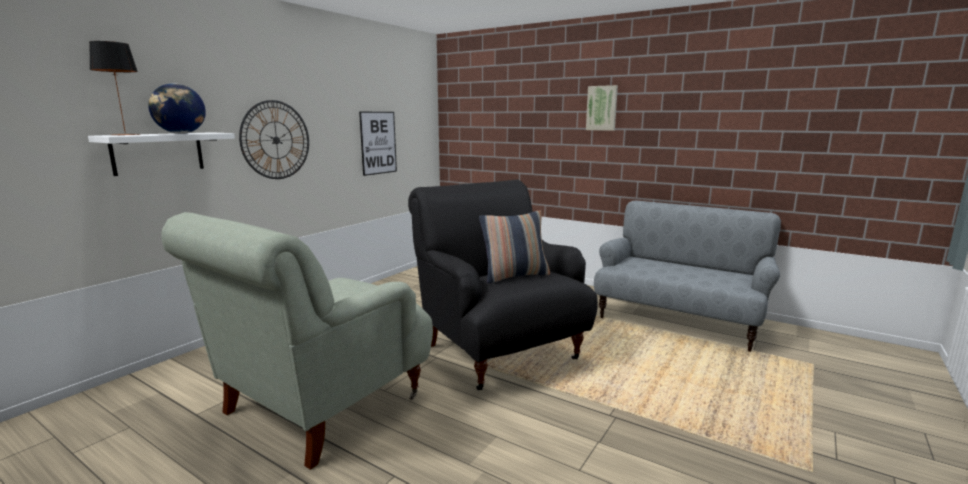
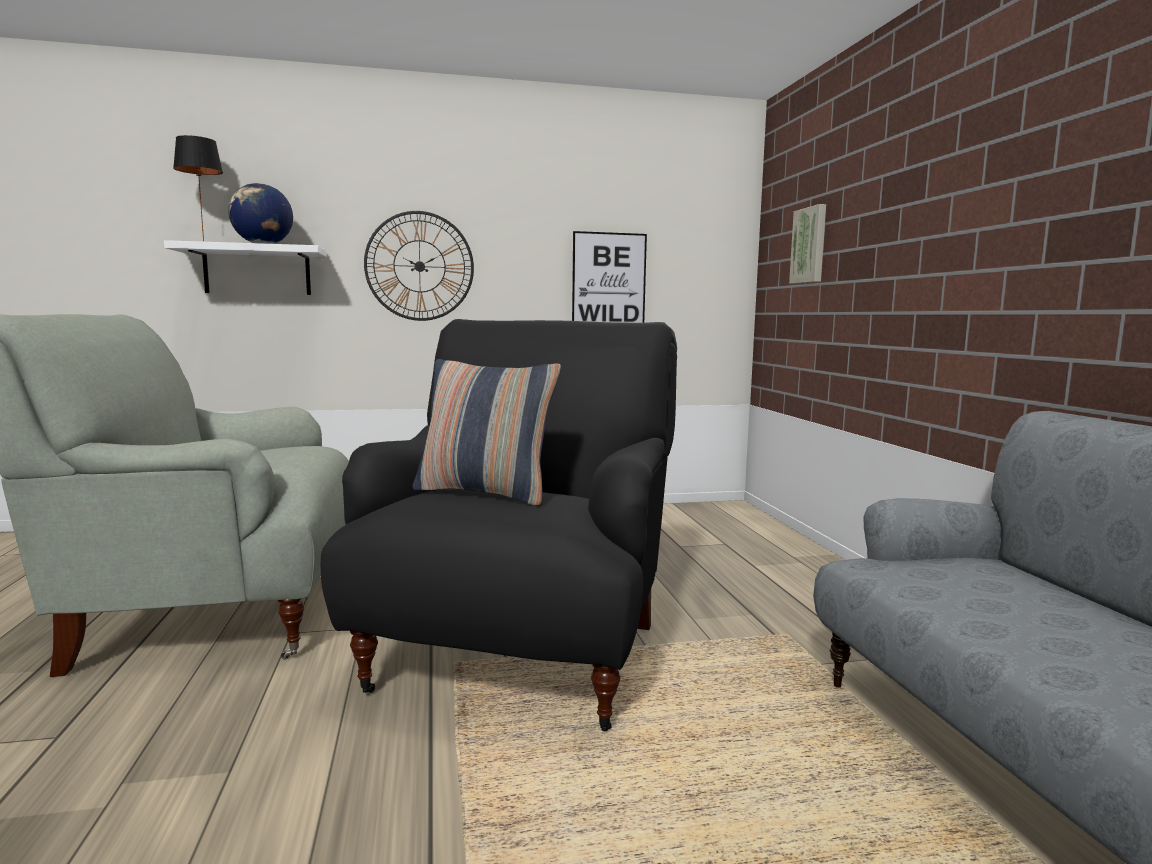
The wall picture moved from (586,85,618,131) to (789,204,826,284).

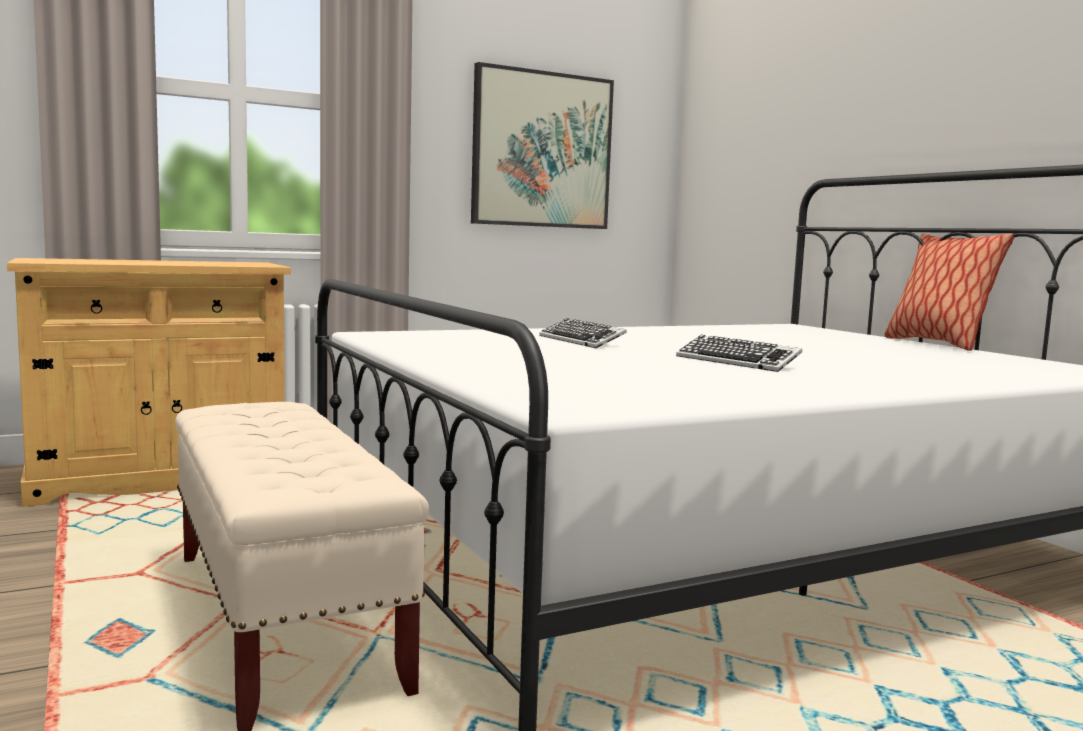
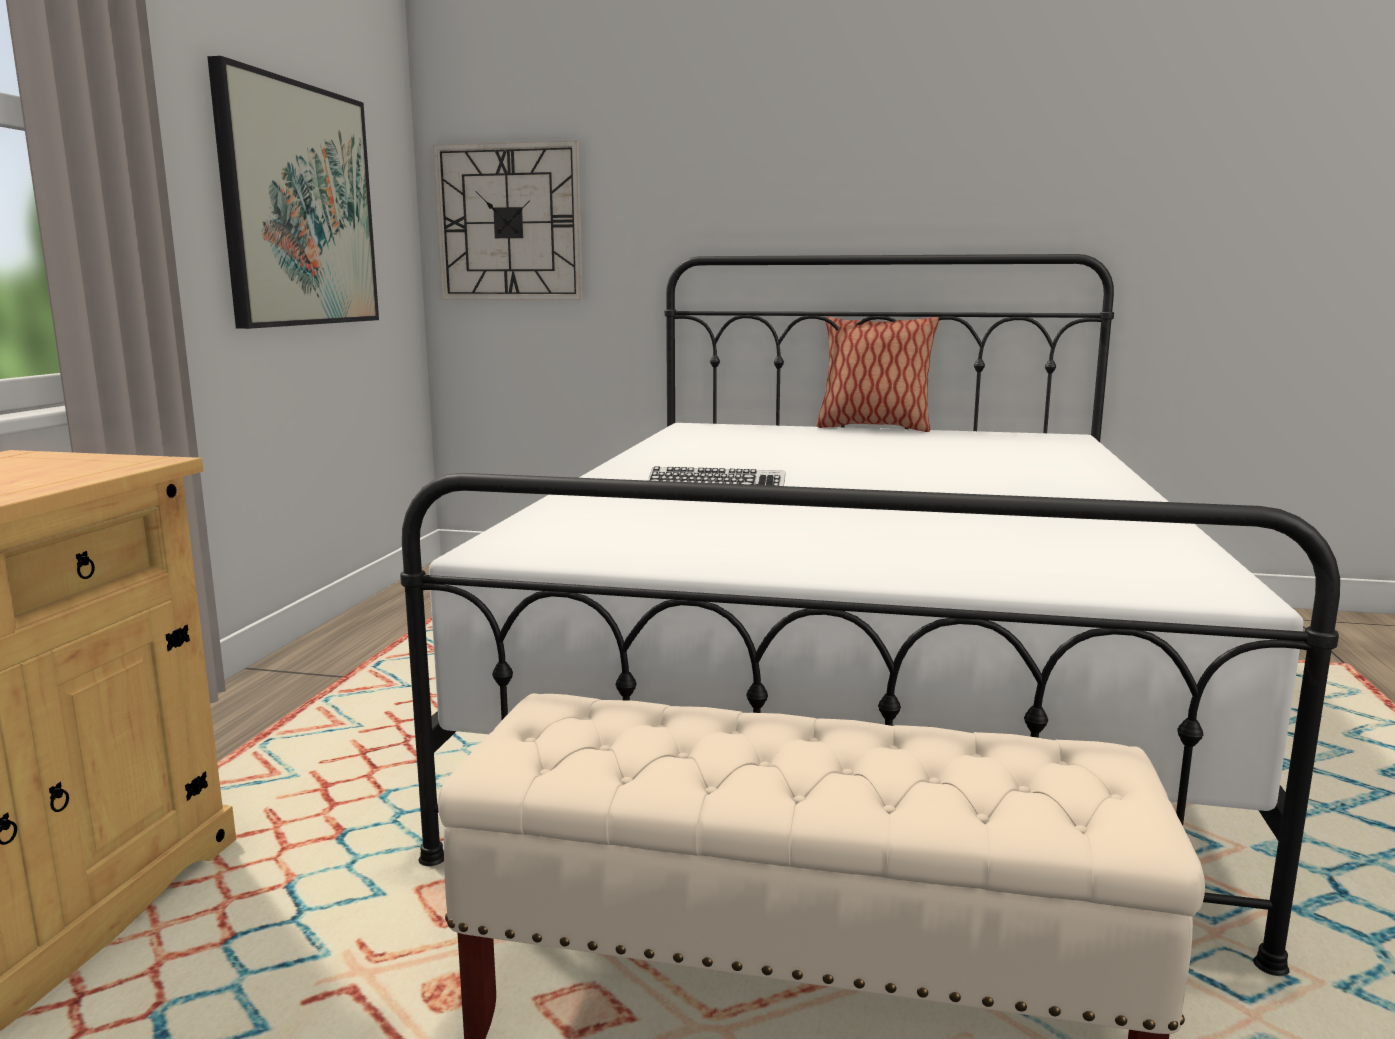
The keyboard at (676,335,802,372) disappeared. The clock on the wall at (433,141,583,300) appeared.

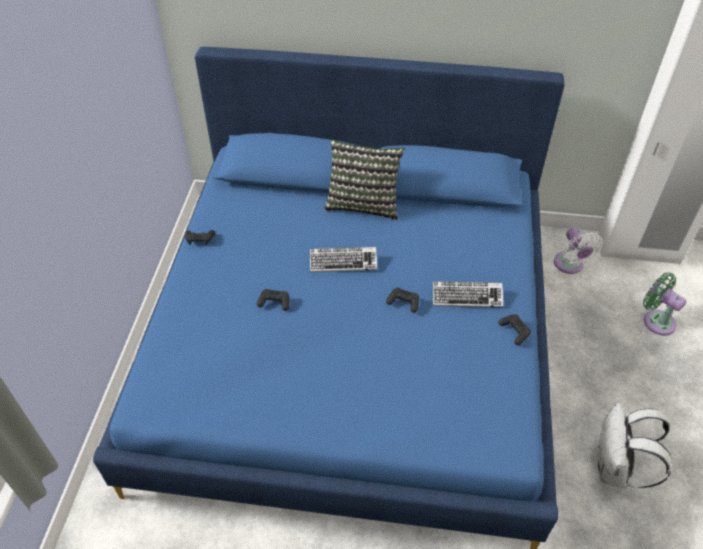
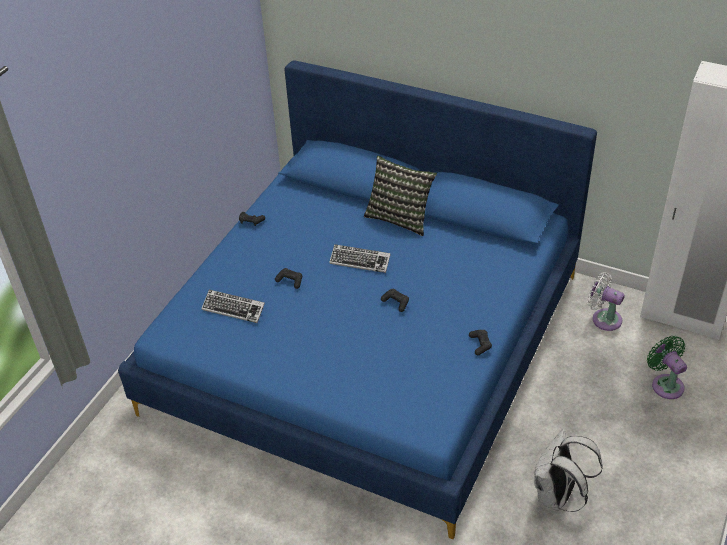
The keyboard moved from (433,281,503,308) to (201,290,265,323). The white fan at (554,228,603,274) turned 120 degrees clockwise.

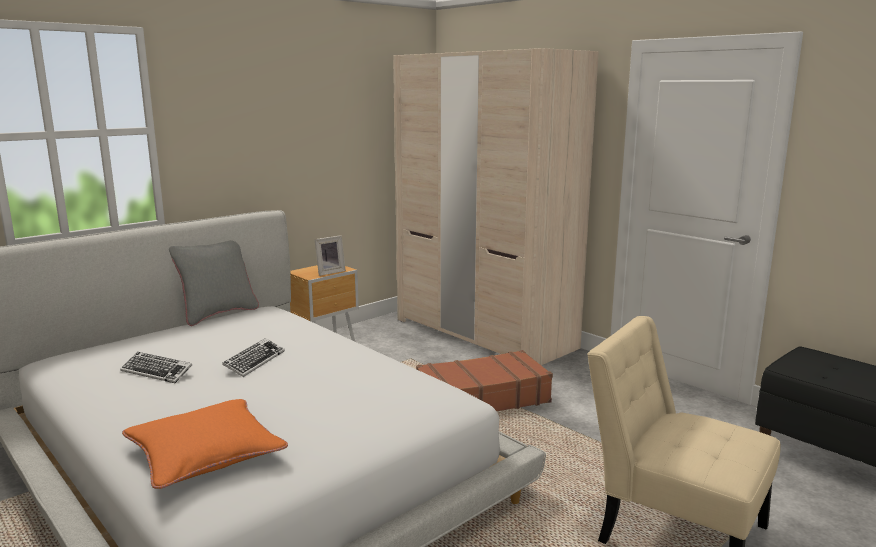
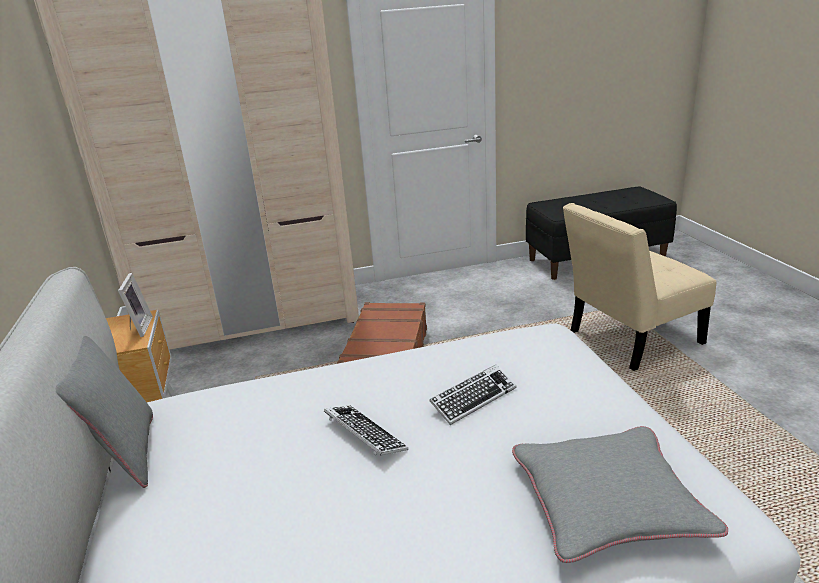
The keyboard moved from (120,352,192,383) to (430,365,516,425). The orange-coloured throw pillow at (122,399,288,489) became the grey throw pillow at (512,426,728,563).

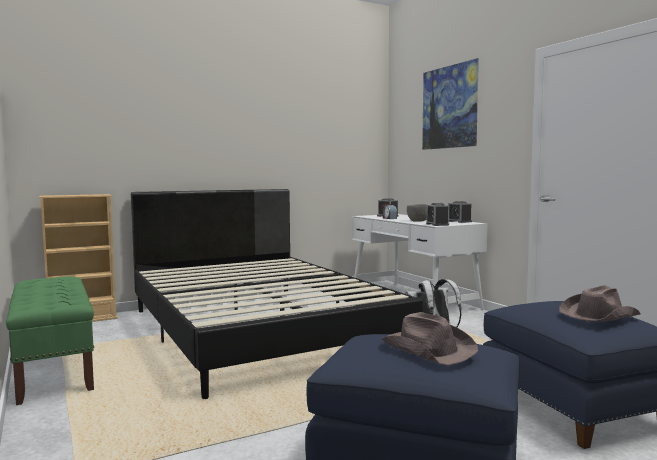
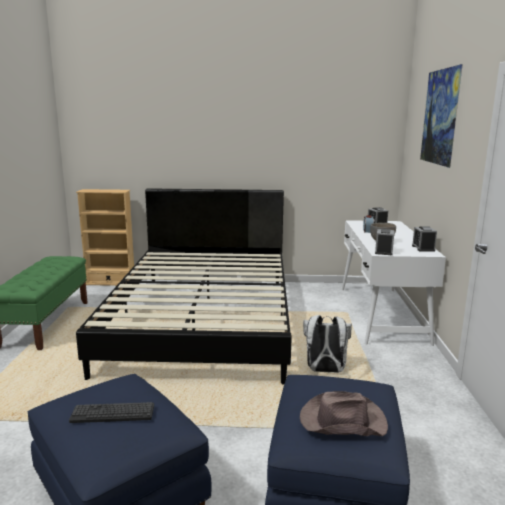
The brown wearable hat at (382,312,478,365) was replaced by the keyboard at (69,402,154,423).

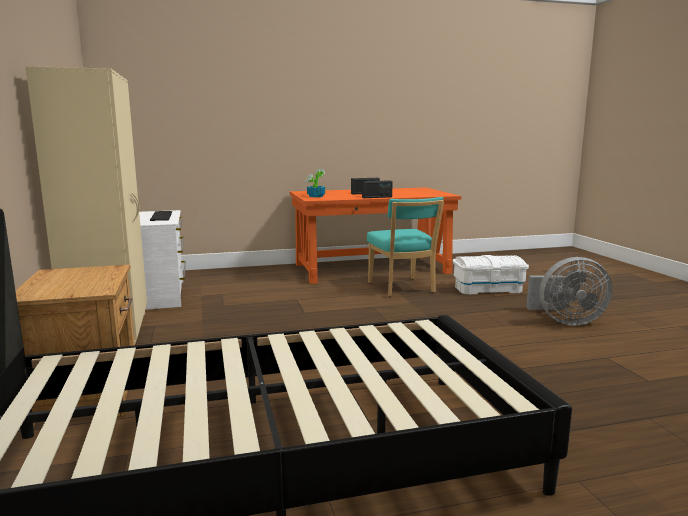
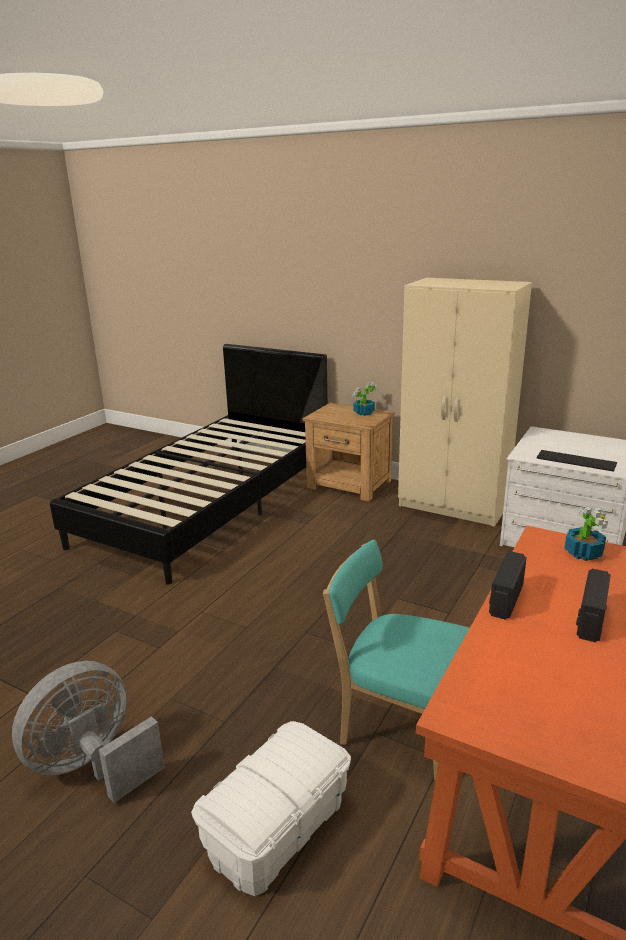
The potted plant at (352,382,378,416) appeared.

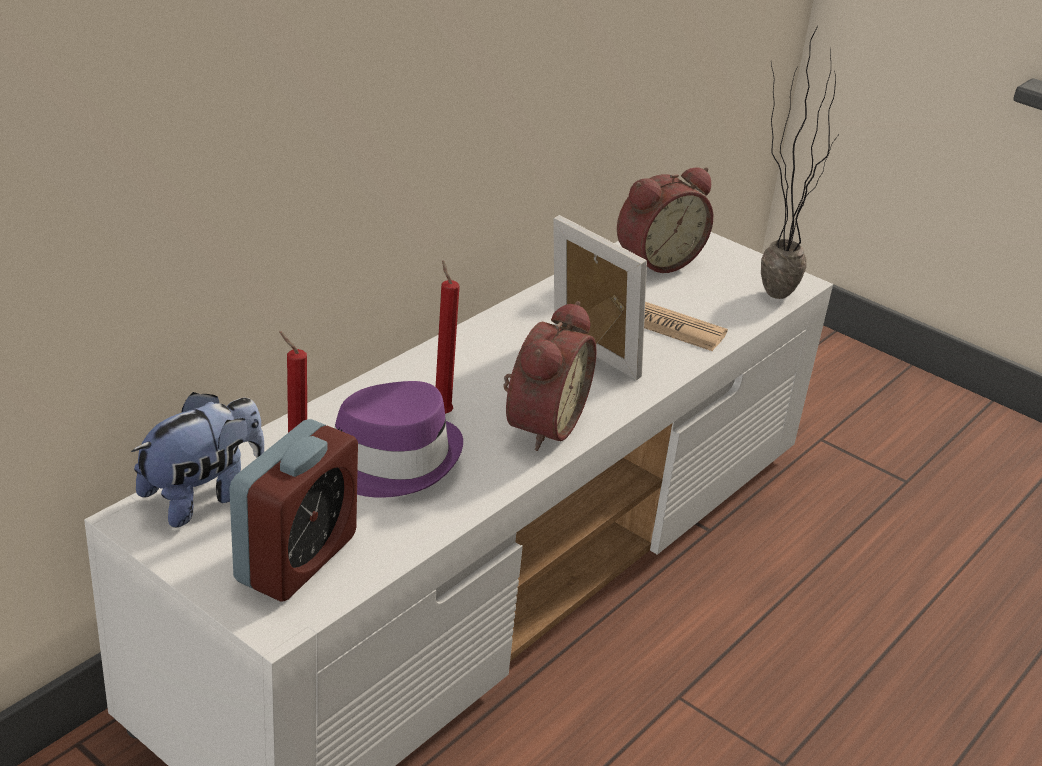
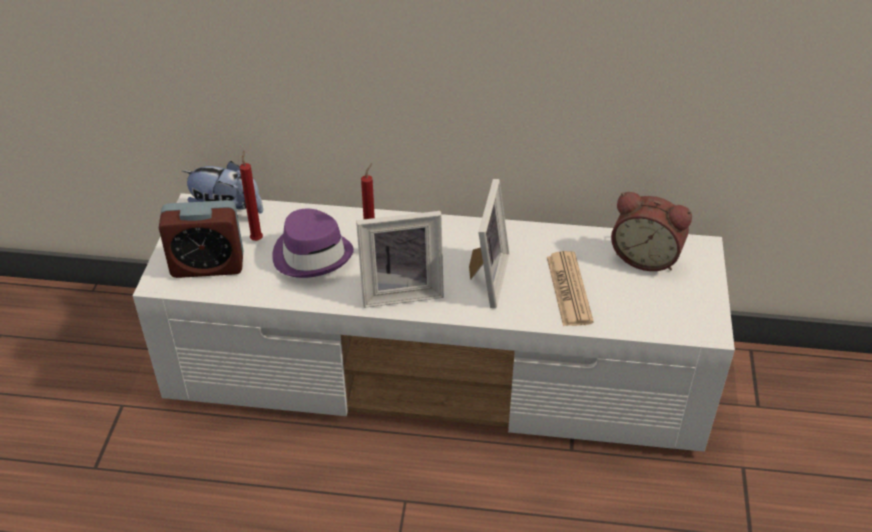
The alarm clock at (503,301,596,451) was replaced by the photo frame at (356,211,444,308). The potted plant at (761,26,838,299) disappeared.

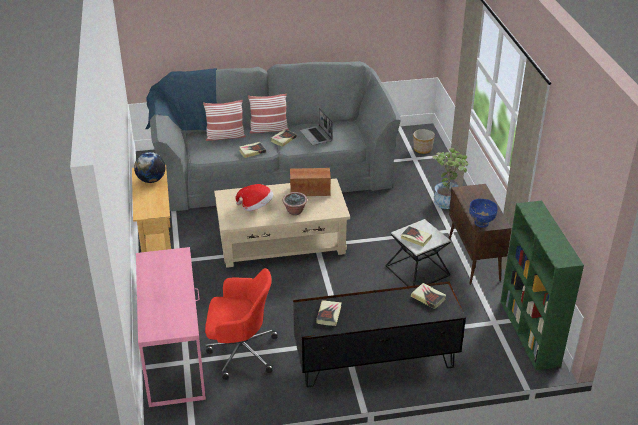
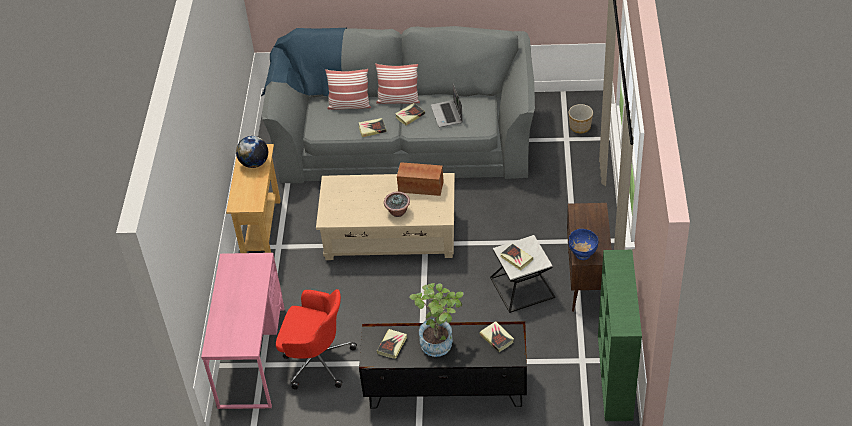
The wearable hat at (235,184,273,211) disappeared. The potted plant moved from (432,148,469,209) to (409,283,463,357).

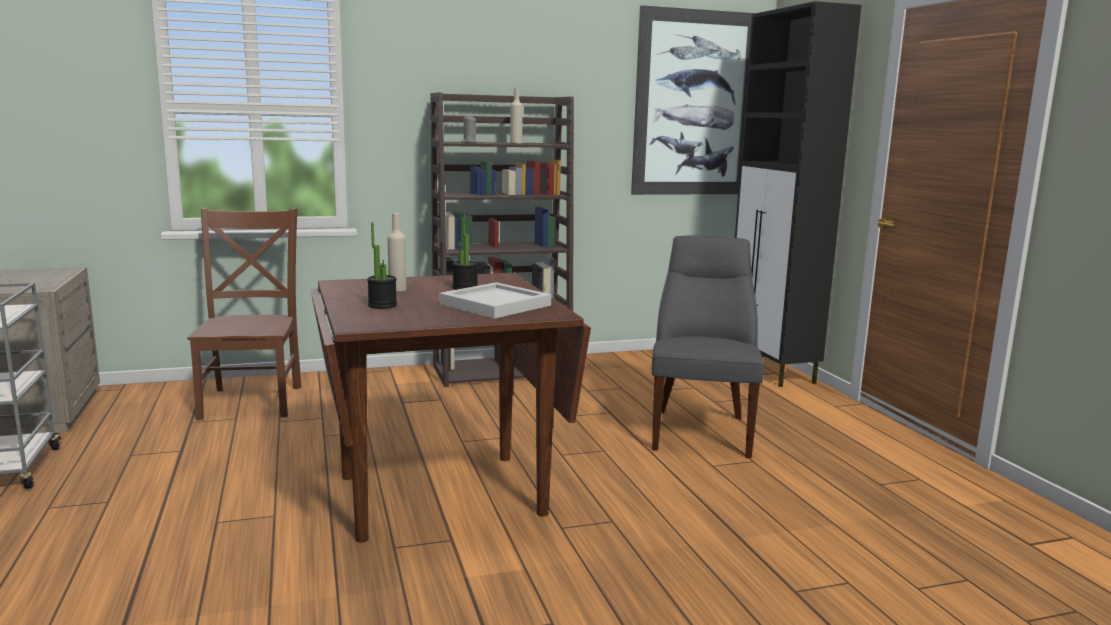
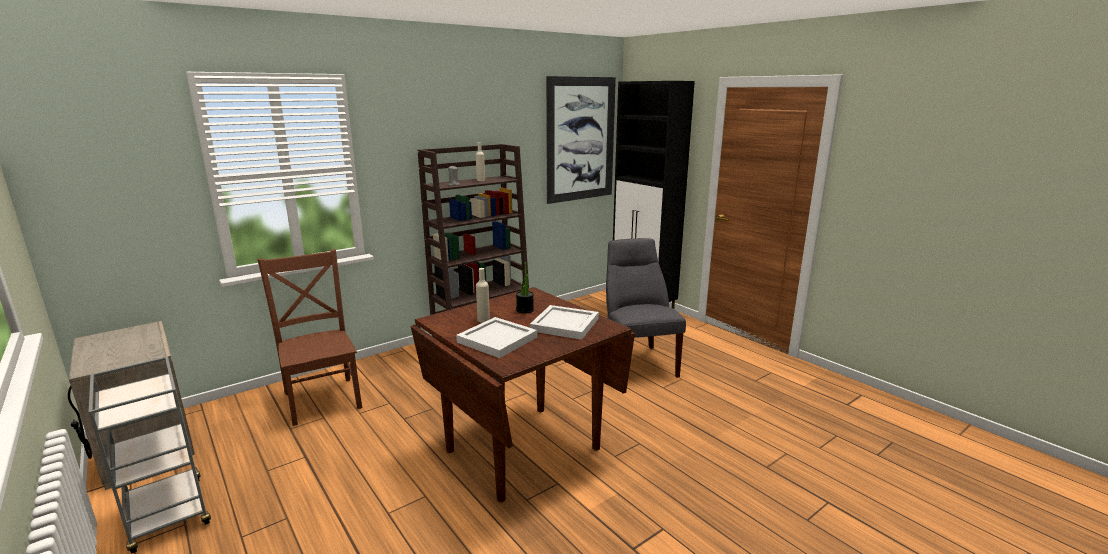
The potted plant at (367,222,397,309) was replaced by the white carrying tray at (456,317,537,358).

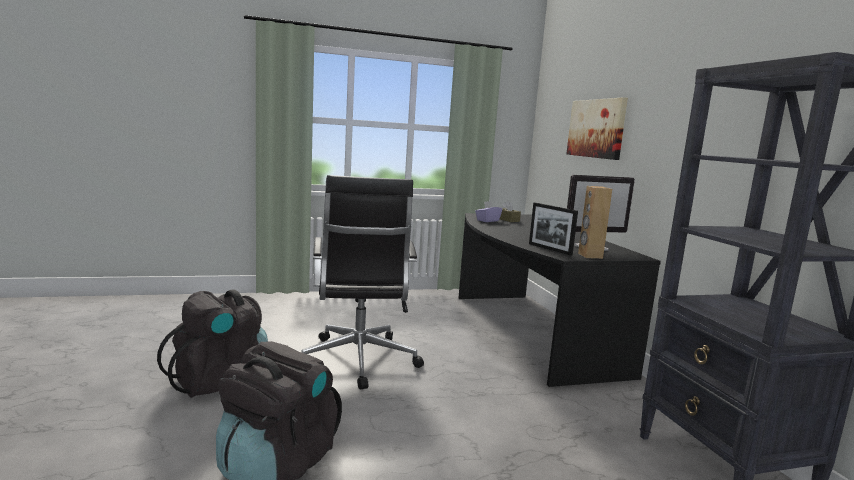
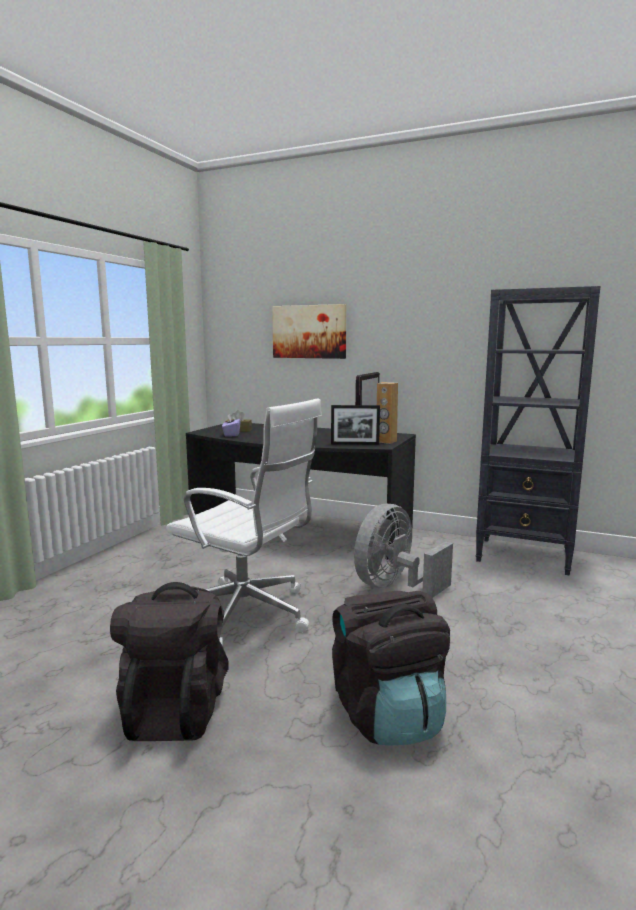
The blackish office chair at (301,175,424,390) became the white office chair at (166,399,322,646). The grey fan at (354,504,453,598) appeared.

